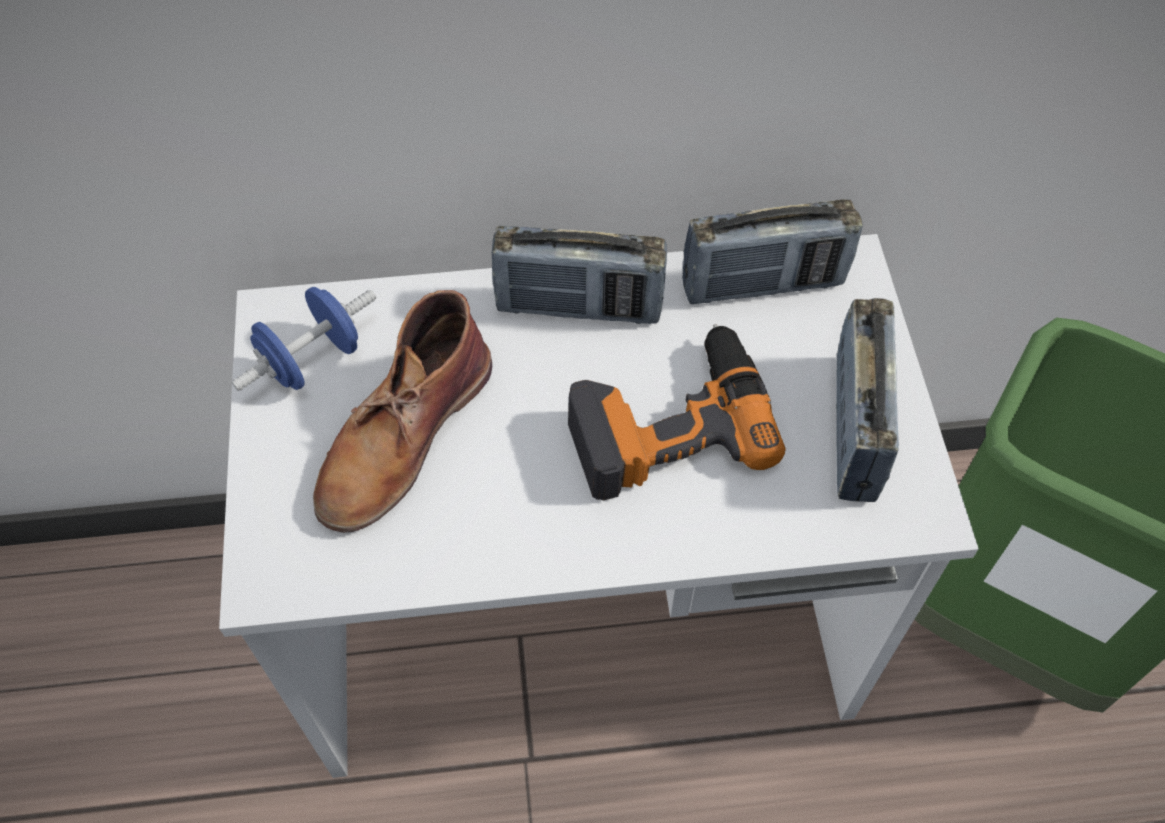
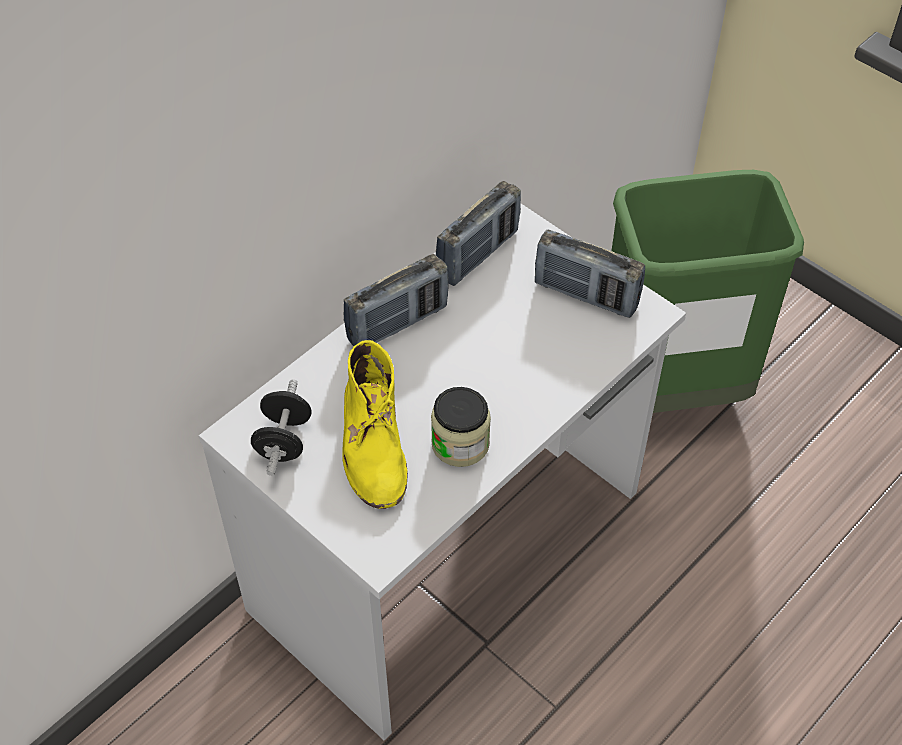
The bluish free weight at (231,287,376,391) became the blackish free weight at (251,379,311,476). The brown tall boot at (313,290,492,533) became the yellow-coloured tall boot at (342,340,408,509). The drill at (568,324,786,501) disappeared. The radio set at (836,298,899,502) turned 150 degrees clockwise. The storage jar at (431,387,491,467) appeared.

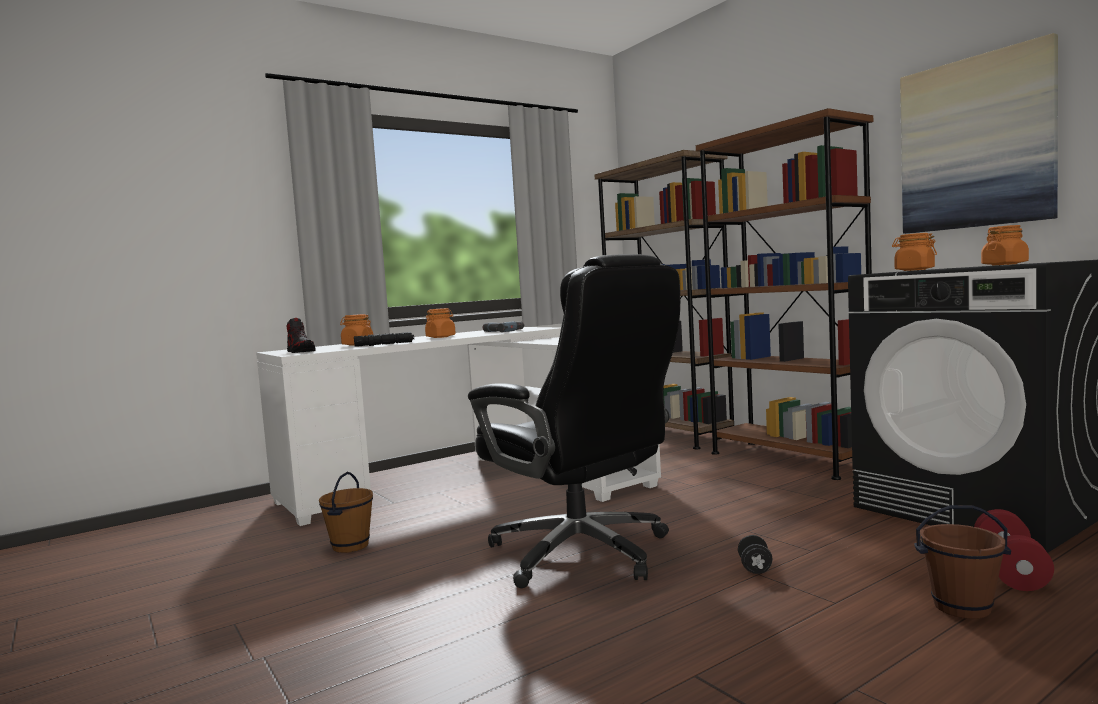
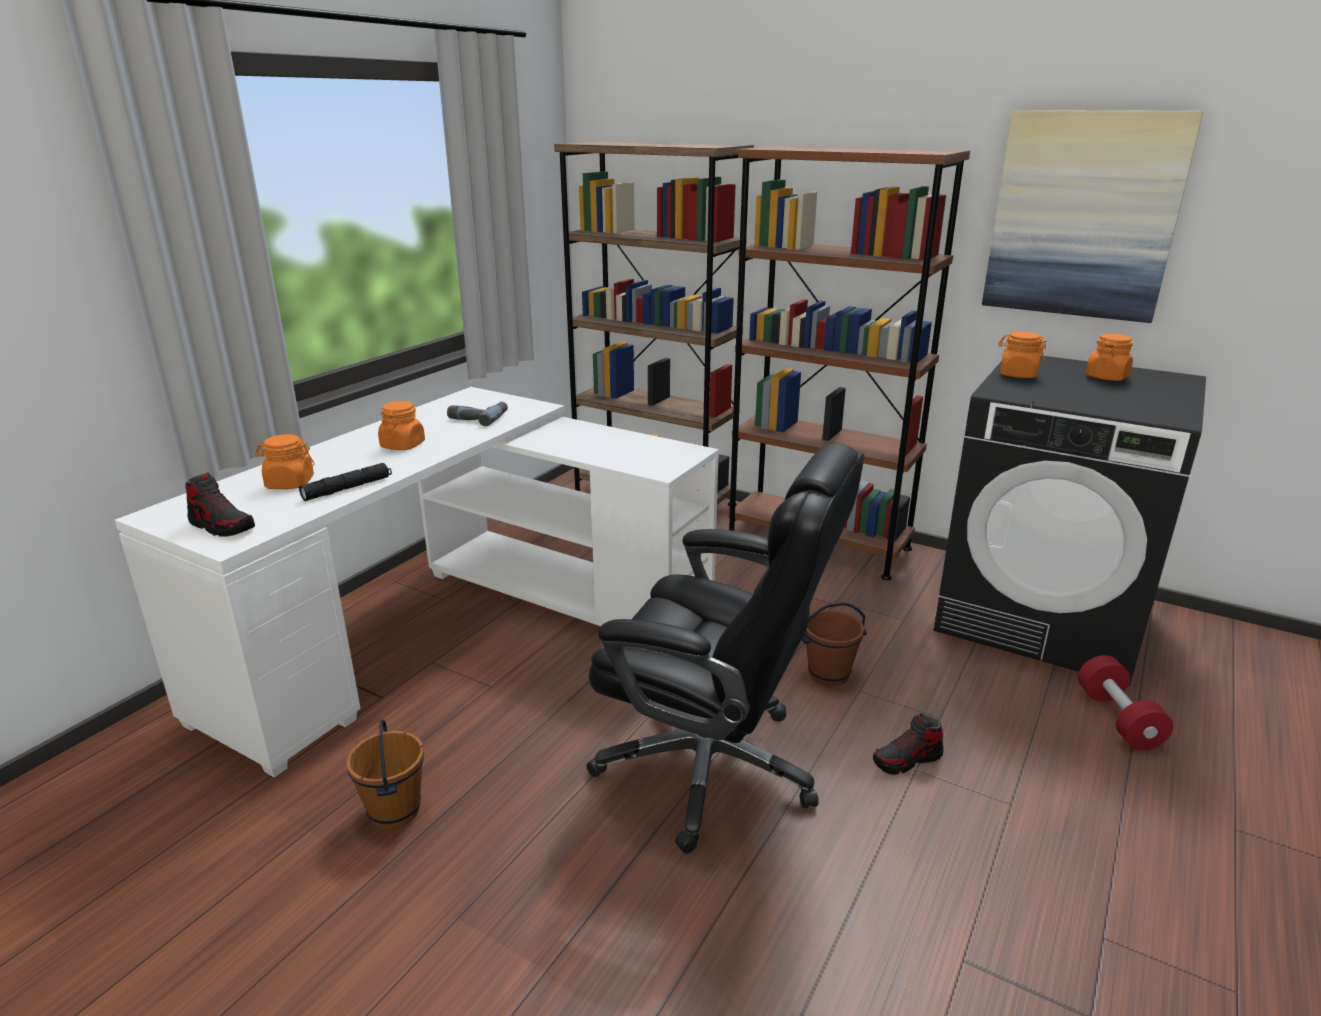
The blackish free weight at (738,535,772,574) was replaced by the item of footwear at (873,713,944,775). The brown pail moved from (914,505,1011,619) to (802,602,867,686).

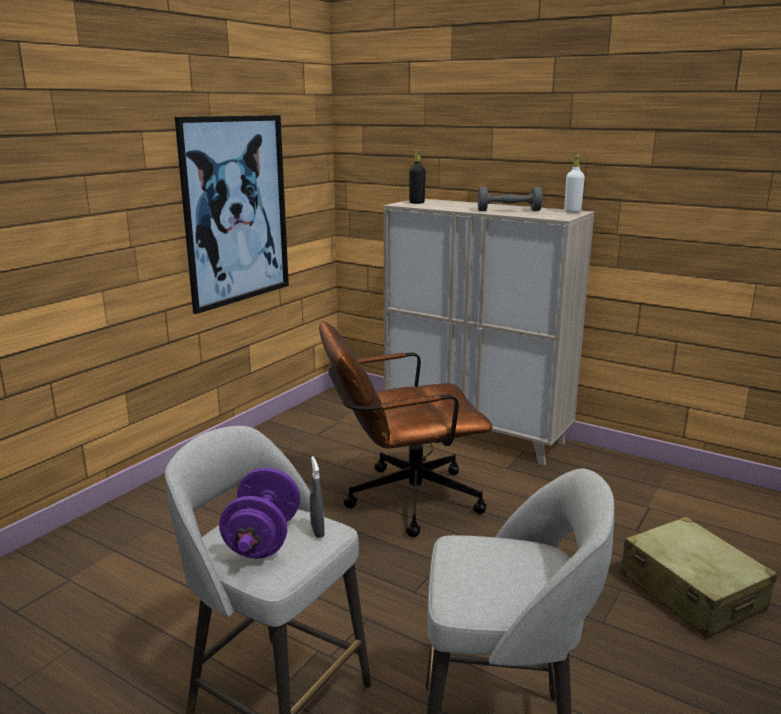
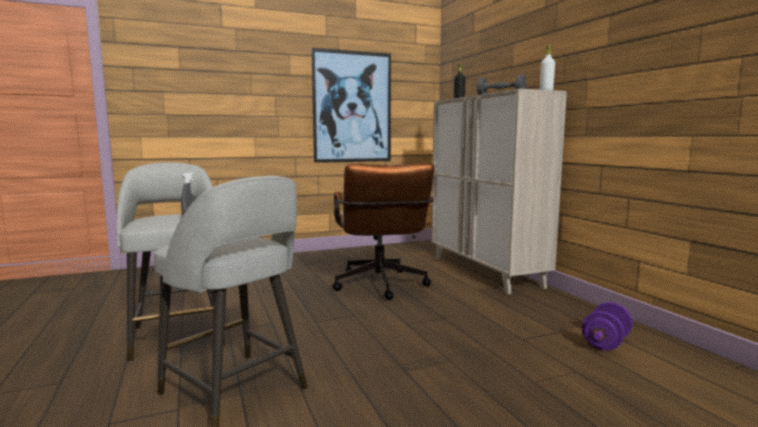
The purple-coloured free weight moved from (219,468,300,559) to (582,302,633,350). The brown office chair at (319,321,493,537) turned 120 degrees counterclockwise. The sand-coloured suitcase at (620,517,778,639) disappeared.

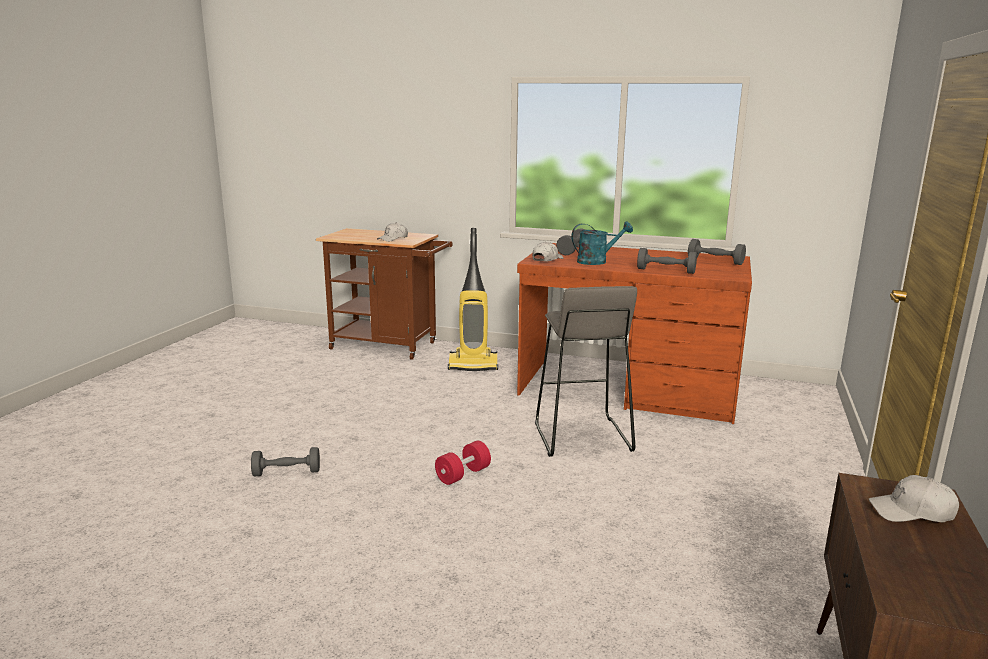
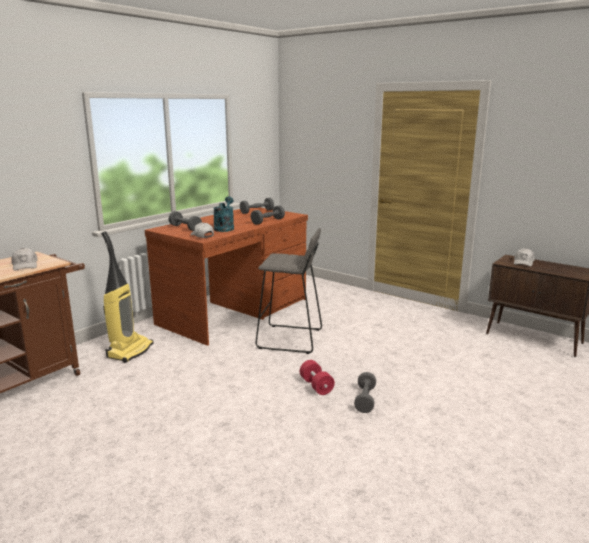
The grey free weight moved from (251,447,320,476) to (354,372,376,413).

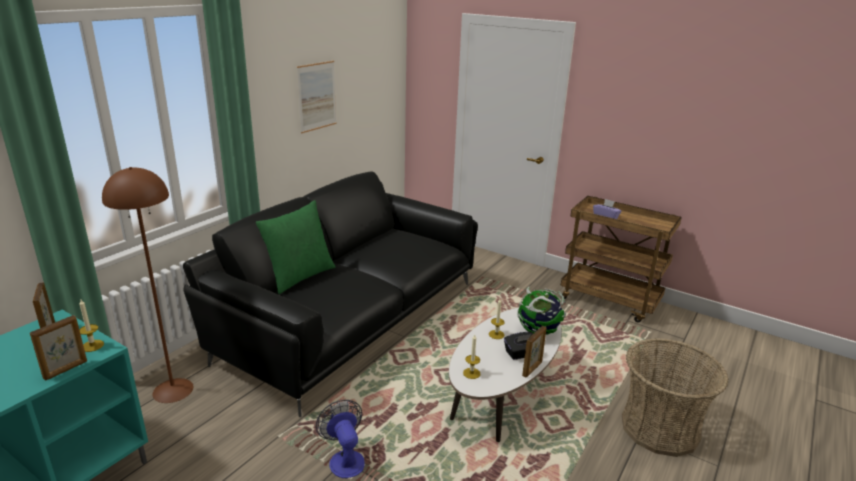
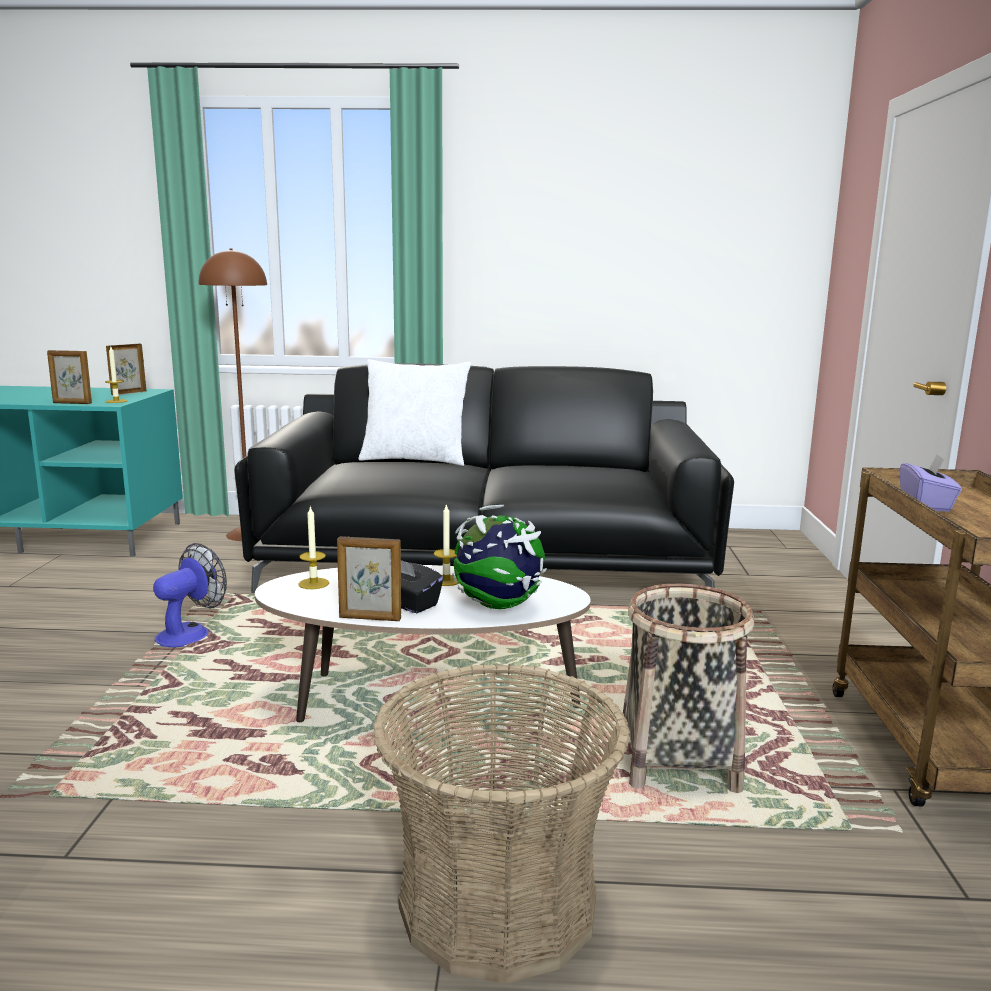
The green throw pillow at (256,200,336,294) became the white throw pillow at (359,359,471,466). The wall picture at (297,61,337,133) disappeared. The basket at (623,584,754,793) appeared.

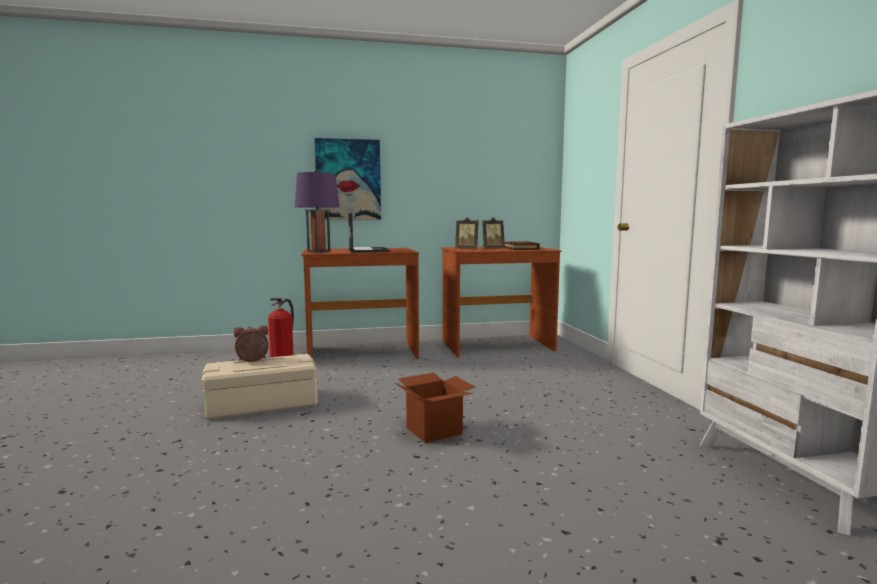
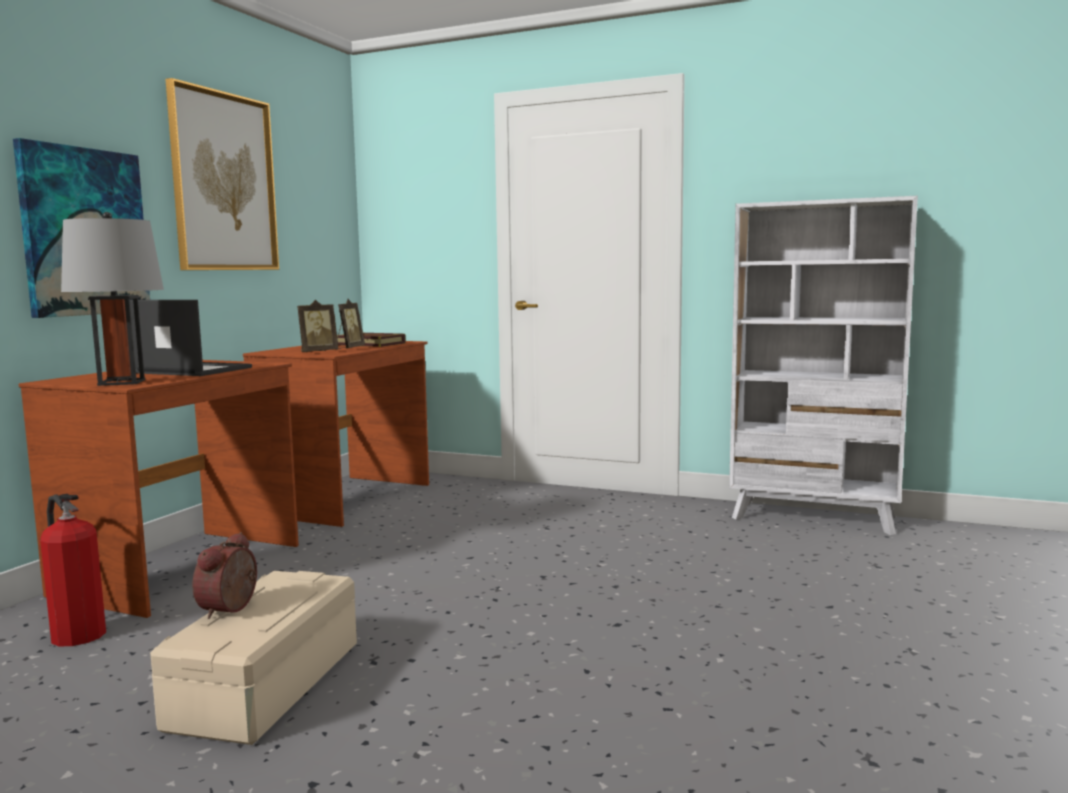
The purple-coloured tabletop lamp at (295,169,340,253) became the grey tabletop lamp at (61,212,164,386). The packing box at (395,373,475,443) disappeared. The wall picture at (165,78,279,270) appeared.

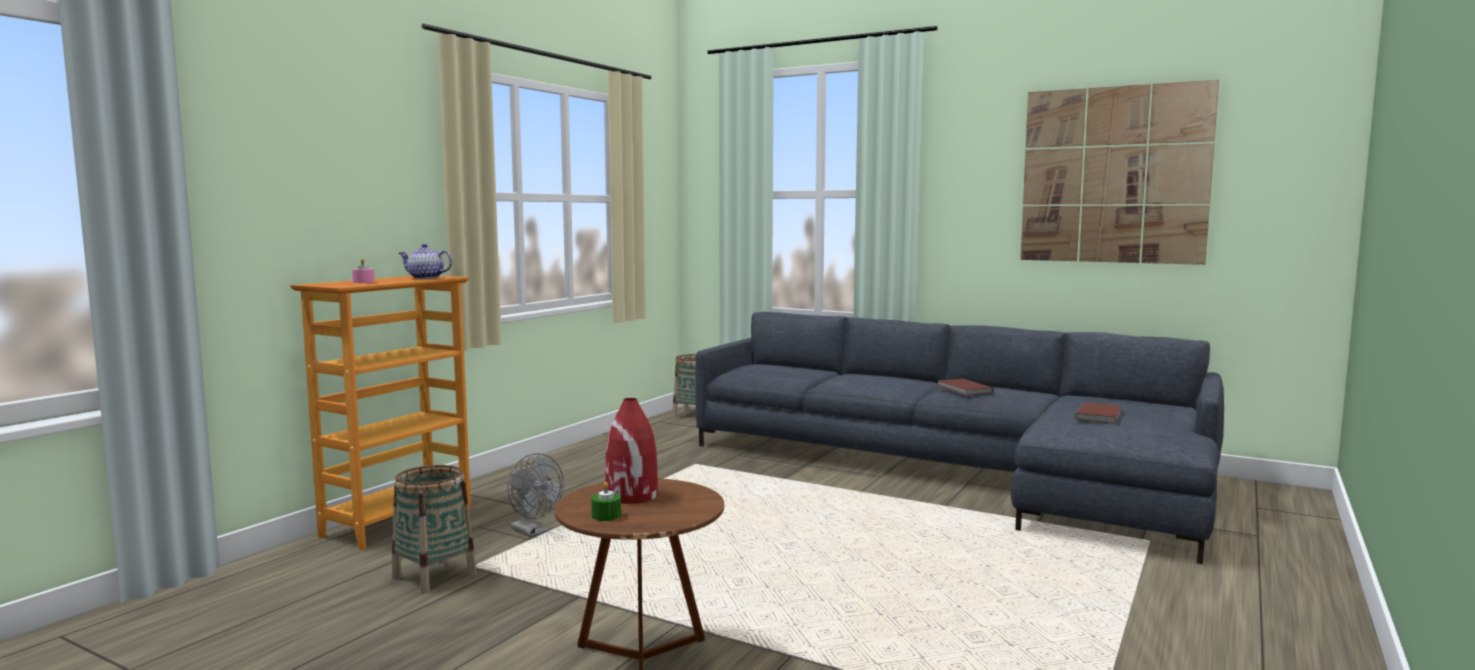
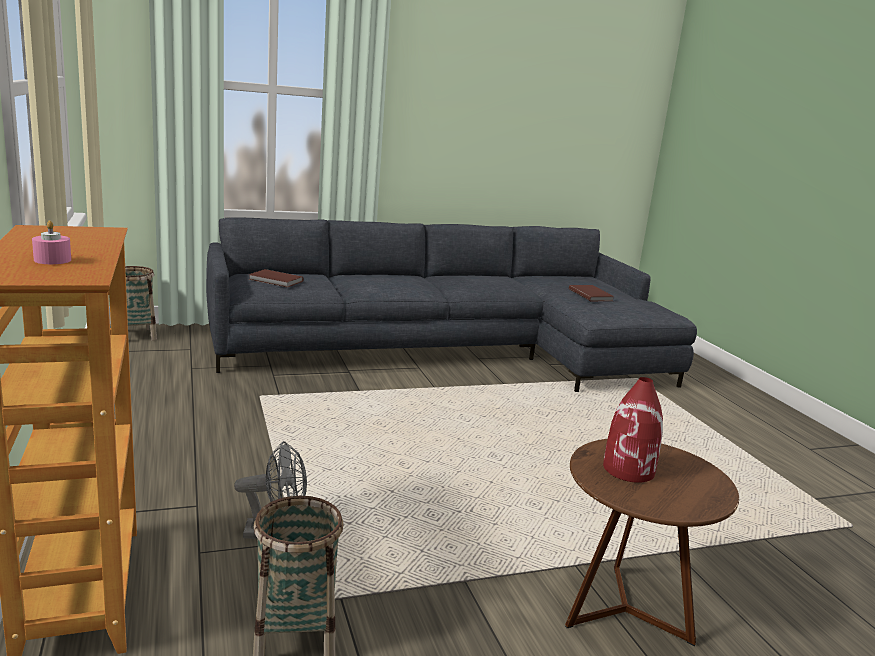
The tea pot at (399,244,452,279) disappeared. The green wax light at (591,482,621,521) disappeared. The brown book moved from (938,379,994,396) to (248,269,304,287). The wall picture at (1021,80,1219,265) disappeared.

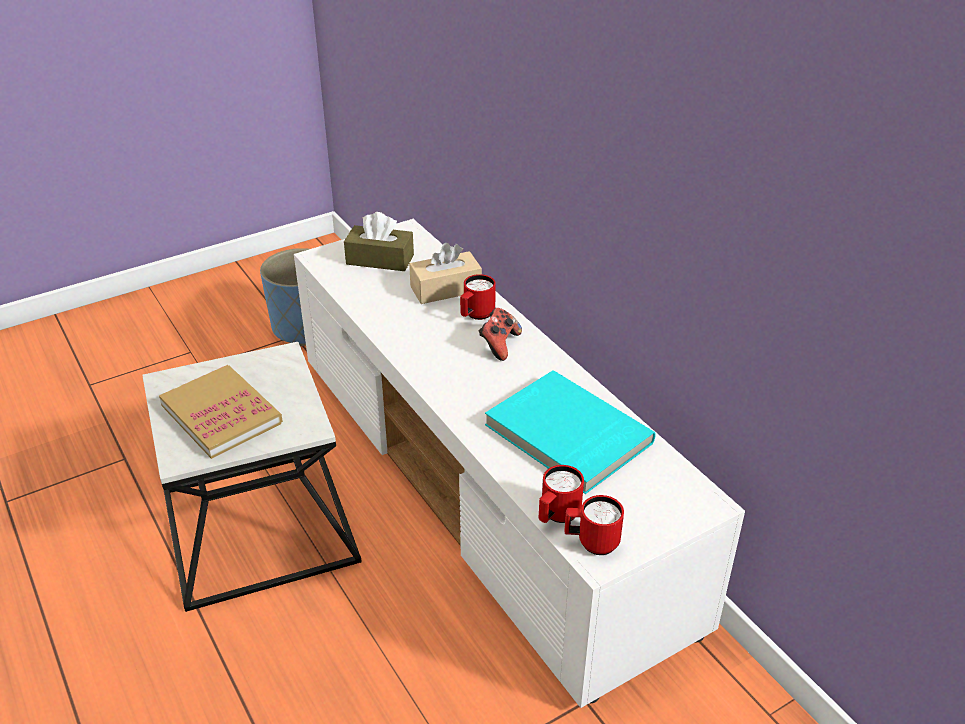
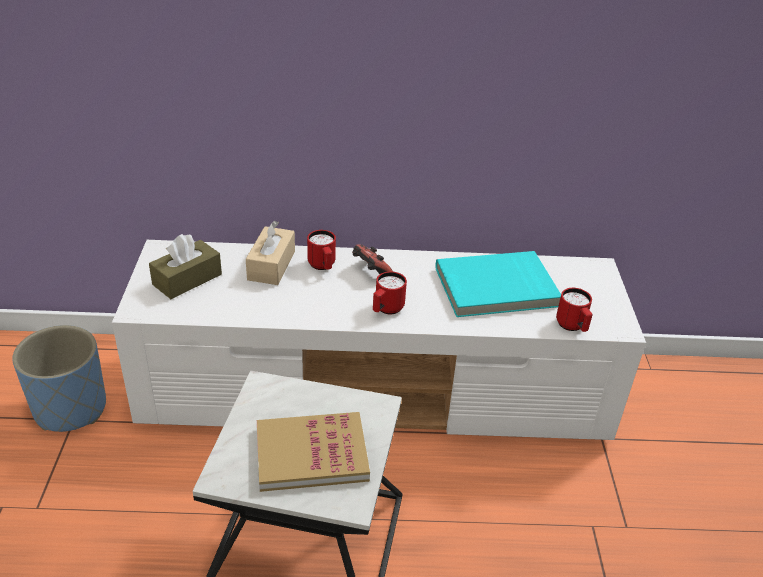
The red-coloured mug moved from (564,495,624,555) to (373,271,407,314).

